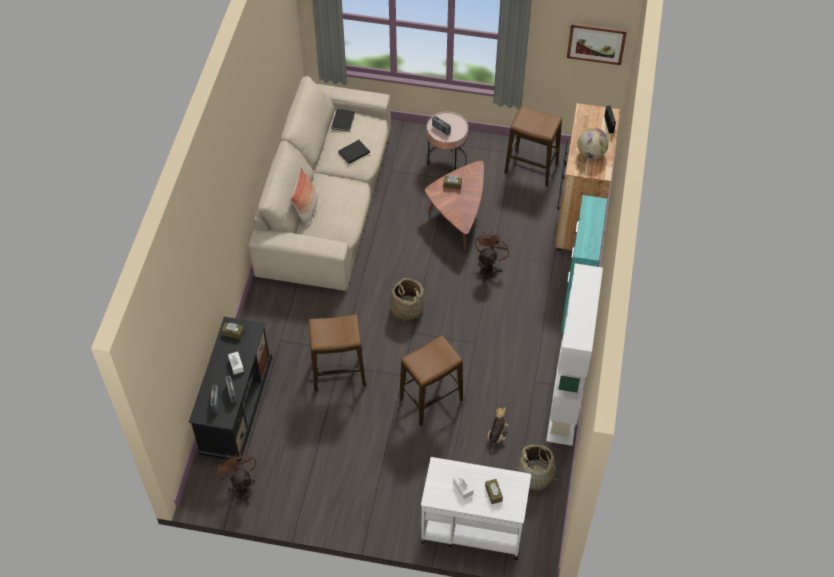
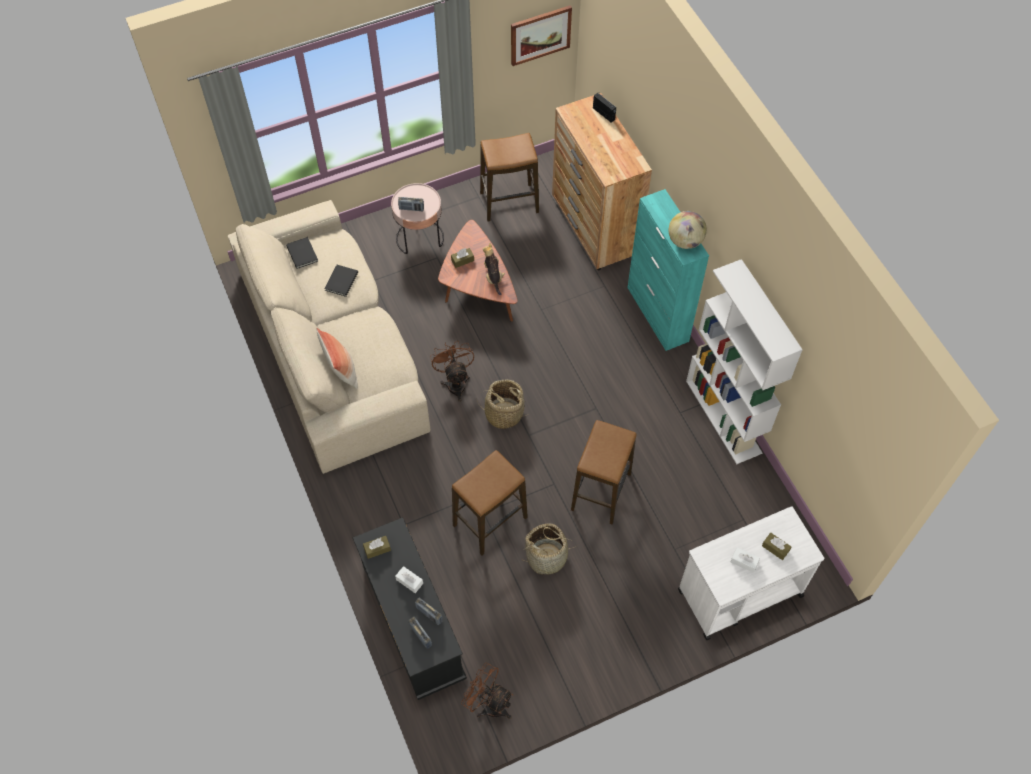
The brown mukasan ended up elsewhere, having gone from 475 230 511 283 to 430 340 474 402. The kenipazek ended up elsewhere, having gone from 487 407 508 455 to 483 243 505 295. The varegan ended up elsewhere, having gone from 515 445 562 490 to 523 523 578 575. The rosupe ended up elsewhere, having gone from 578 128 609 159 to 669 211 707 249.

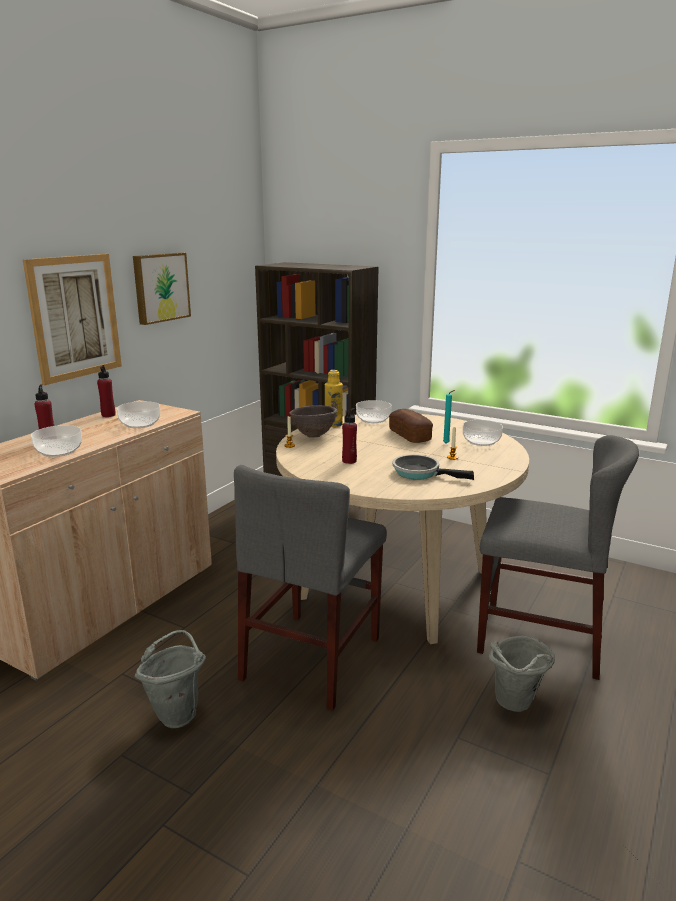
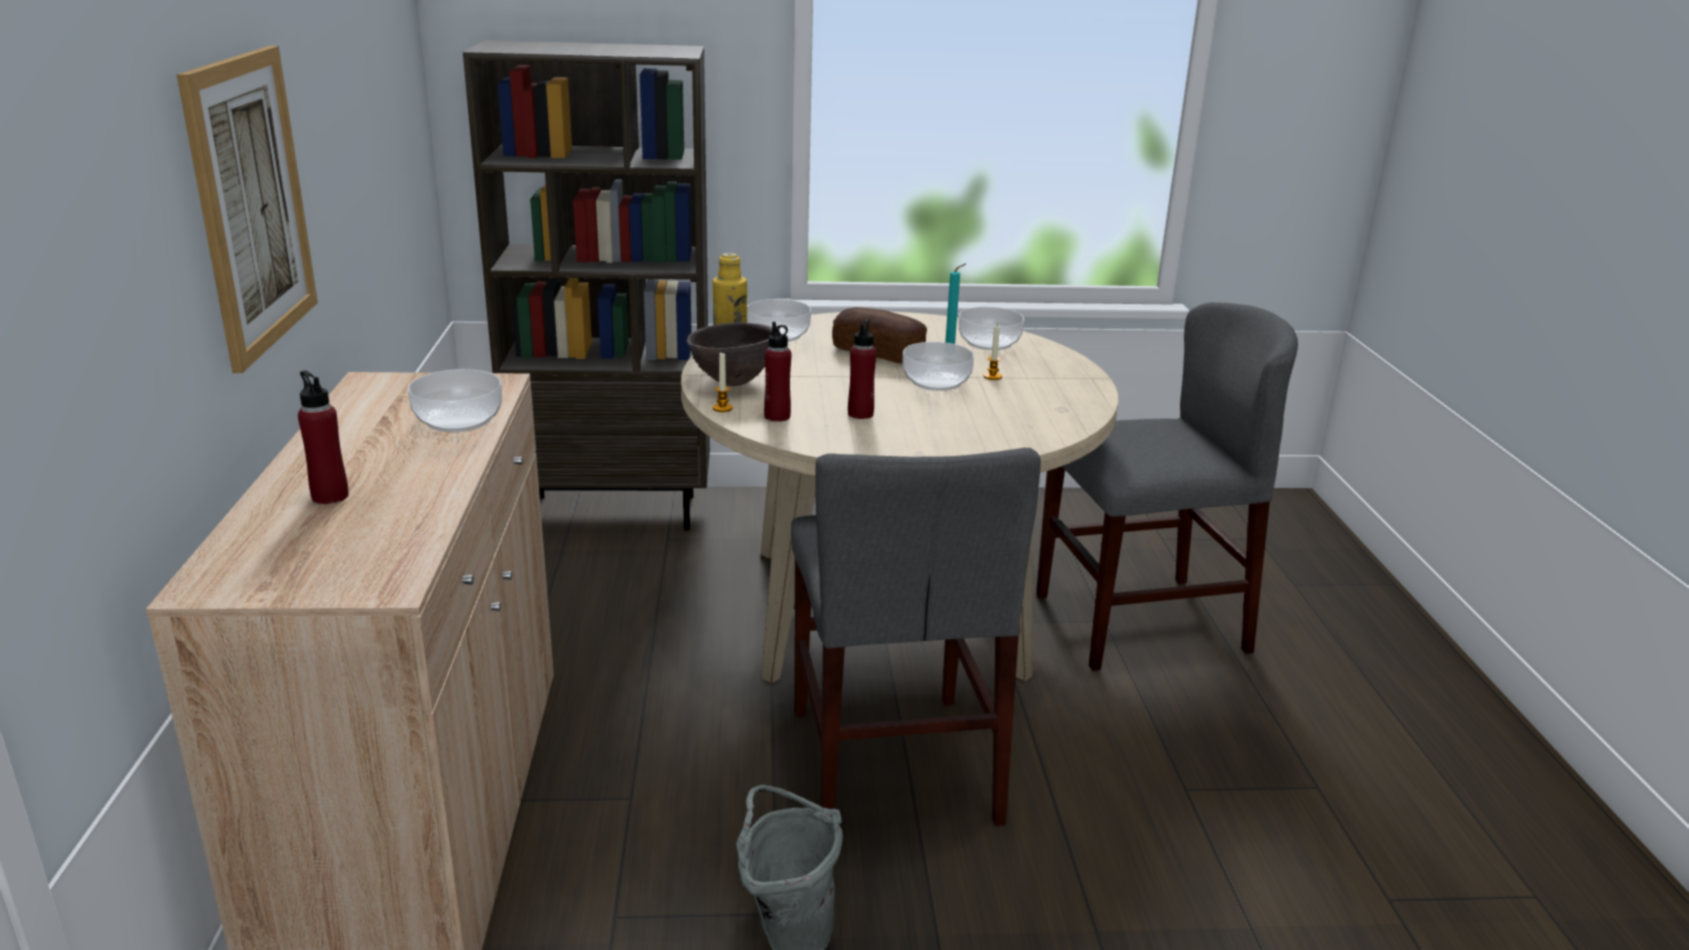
The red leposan ended up elsewhere, having gone from 97 365 116 417 to 764 322 791 422. The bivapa ended up elsewhere, having gone from 31 425 82 457 to 903 342 974 391. The second view lost the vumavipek at 133 252 191 325. The second view lost the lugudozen at 393 454 474 480. The second view lost the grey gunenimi at 489 636 555 712.

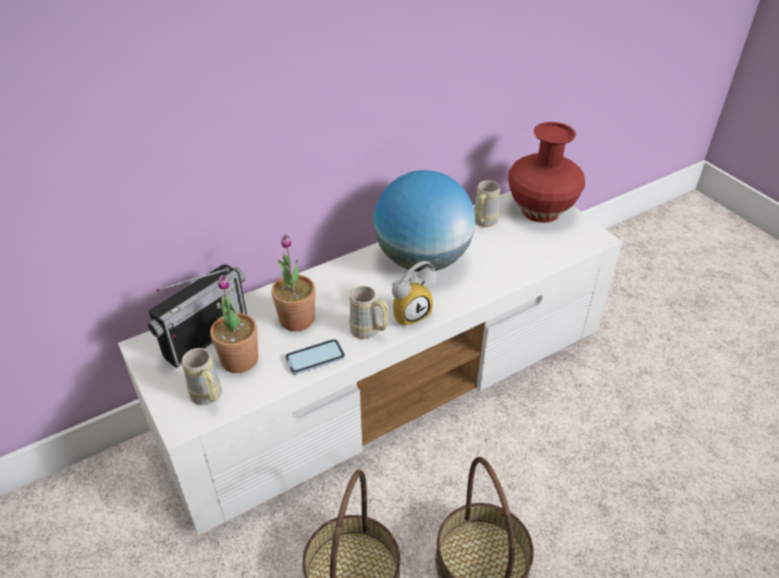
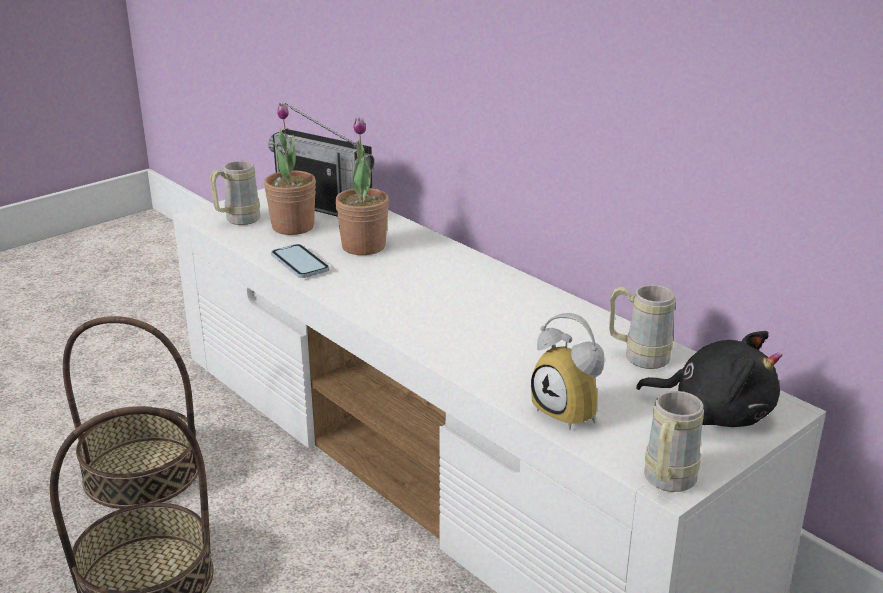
The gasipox ended up elsewhere, having gone from 392 261 438 328 to 531 313 605 430. Where the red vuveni stood at 508 122 585 223, the black kenipazek came to stand at 636 331 782 427. The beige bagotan ended up elsewhere, having gone from 349 286 388 339 to 644 391 704 492. The second view lost the rosupe at 373 170 475 272.

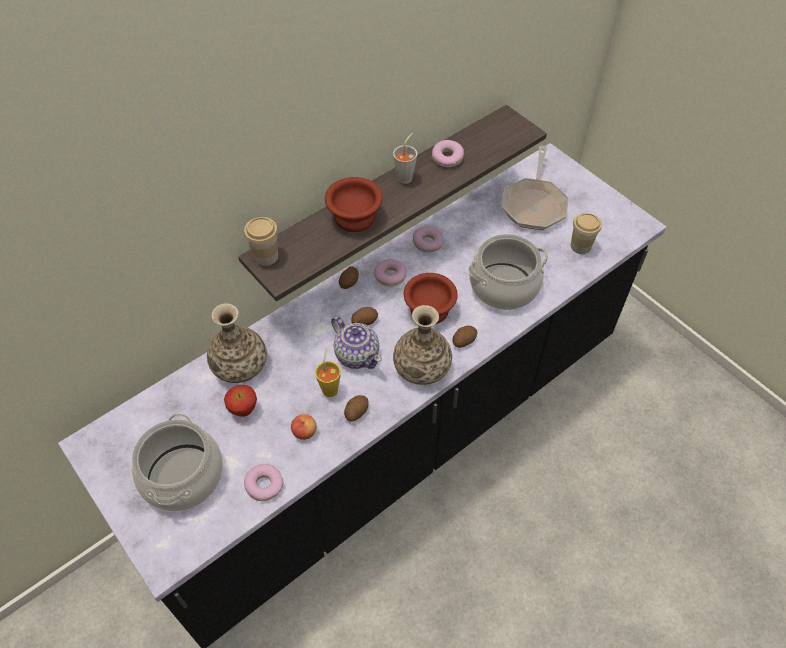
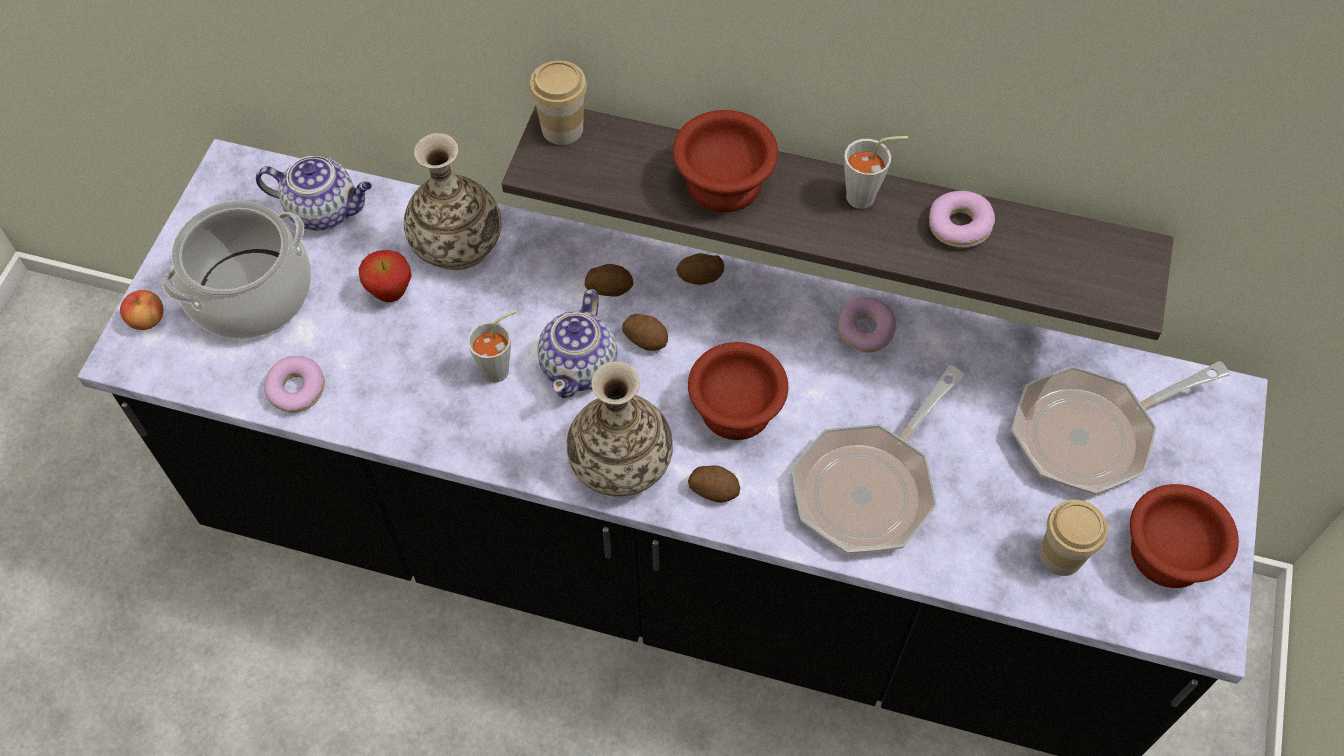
The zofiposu ended up elsewhere, having gone from 291 414 316 440 to 120 290 163 330. The second view gained the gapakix at 256 156 372 230. What was the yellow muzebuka at 315 348 341 397 turned into the grey muzebuka at 467 310 518 383. The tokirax ended up elsewhere, having gone from 344 395 369 422 to 585 264 633 297. Where the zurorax stood at 468 234 548 310, the lugudozen came to stand at 792 365 964 554. The second view gained the brown bivapa at 1130 484 1239 588. The second view lost the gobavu at 374 259 407 286.

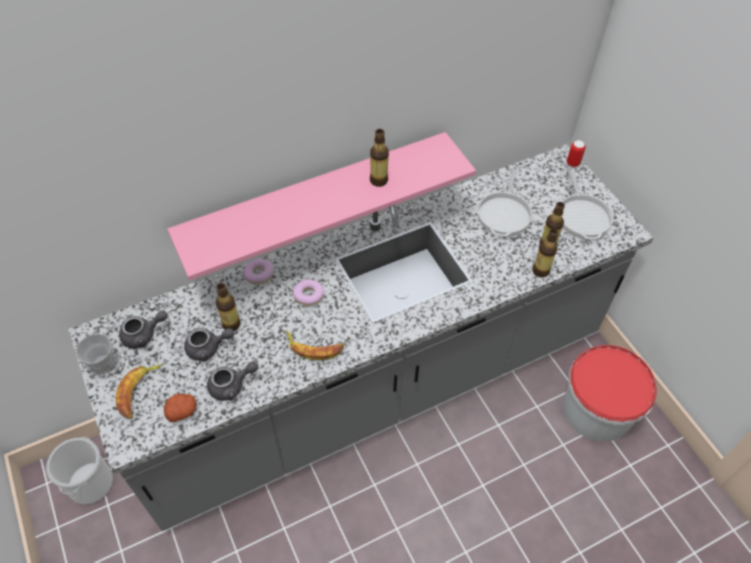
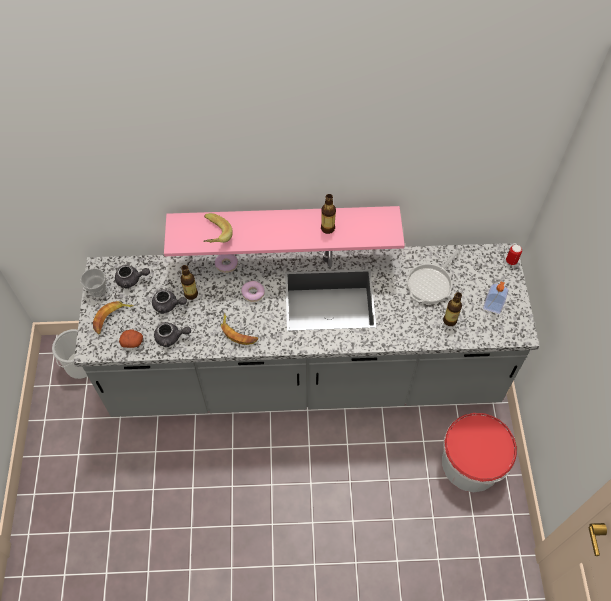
The second view gained the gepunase at 204 213 233 243. Where the lugudozen stood at 562 167 614 239, the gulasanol came to stand at 483 281 508 314. The second view lost the leposan at 533 228 558 277.

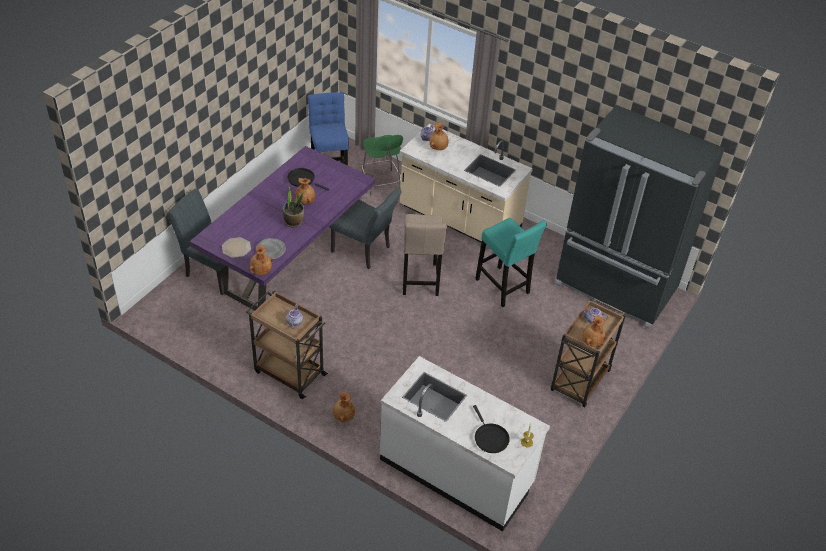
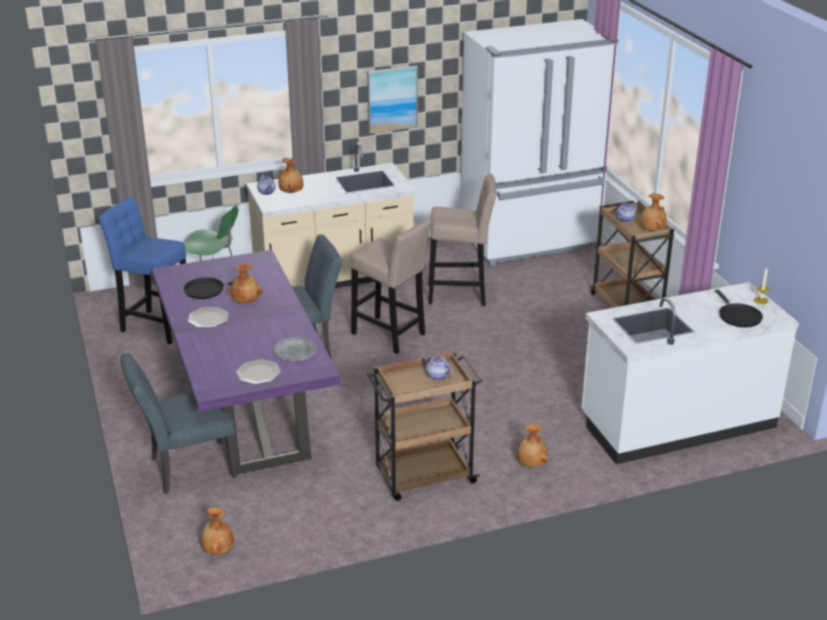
The second view gained the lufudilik at 188 307 229 328. The brown vuveni ended up elsewhere, having gone from 249 245 273 275 to 201 507 234 555. The second view gained the vumavipek at 367 66 418 134. What was the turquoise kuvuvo at 475 218 547 307 turned into the beige kuvuvo at 428 173 497 306. What was the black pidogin at 555 105 725 329 turned into the white pidogin at 460 19 619 267. The black lugudozen at 473 405 510 453 ended up facing another way, 60 degrees clockwise from before. The second view lost the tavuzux at 283 187 304 227.

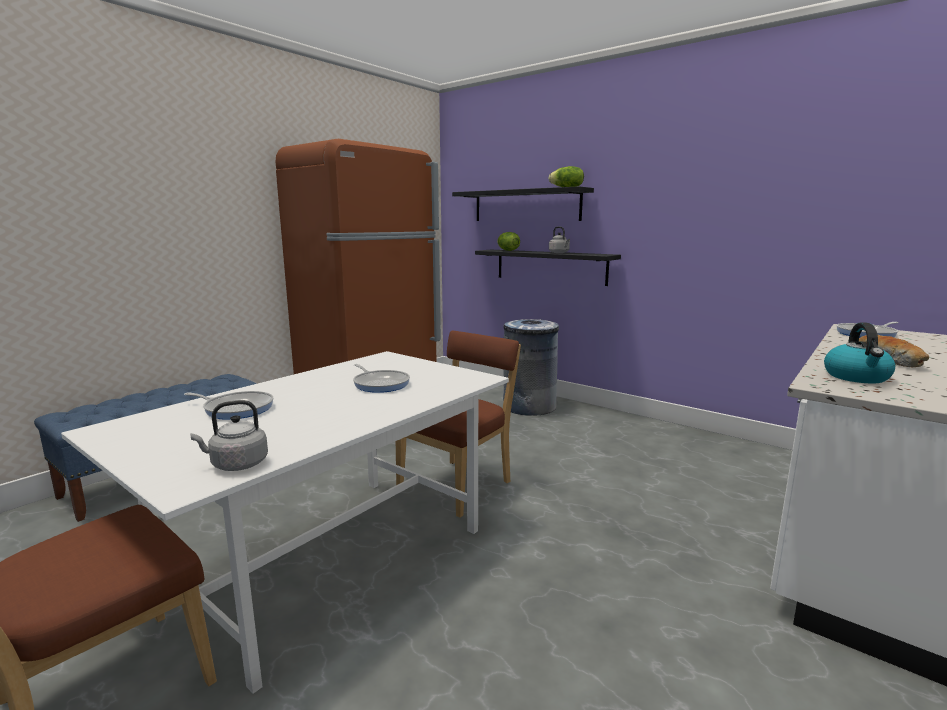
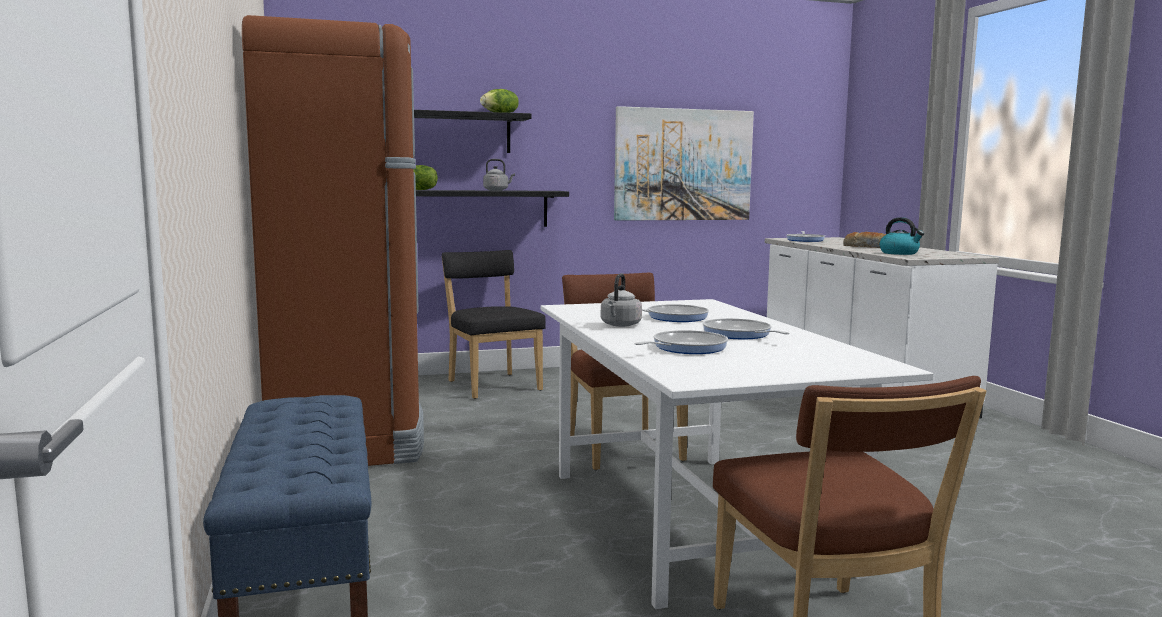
Where the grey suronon stood at 503 319 559 416, the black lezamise came to stand at 442 250 546 399. The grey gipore ended up elsewhere, having gone from 190 400 268 471 to 601 273 642 327. The second view gained the vumavipek at 614 106 754 221. The second view gained the lugudozen at 703 318 790 339.

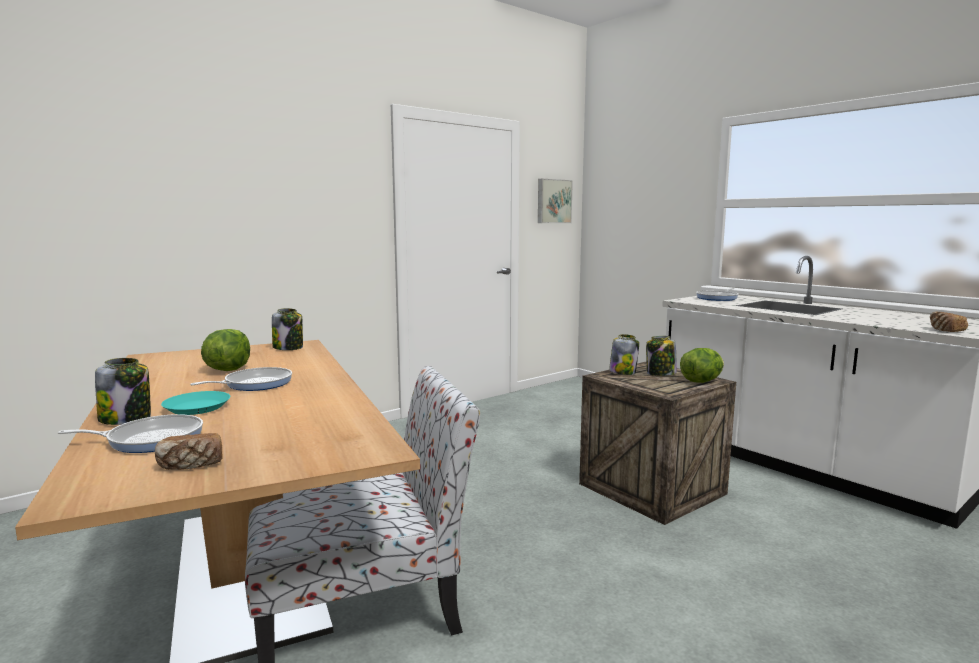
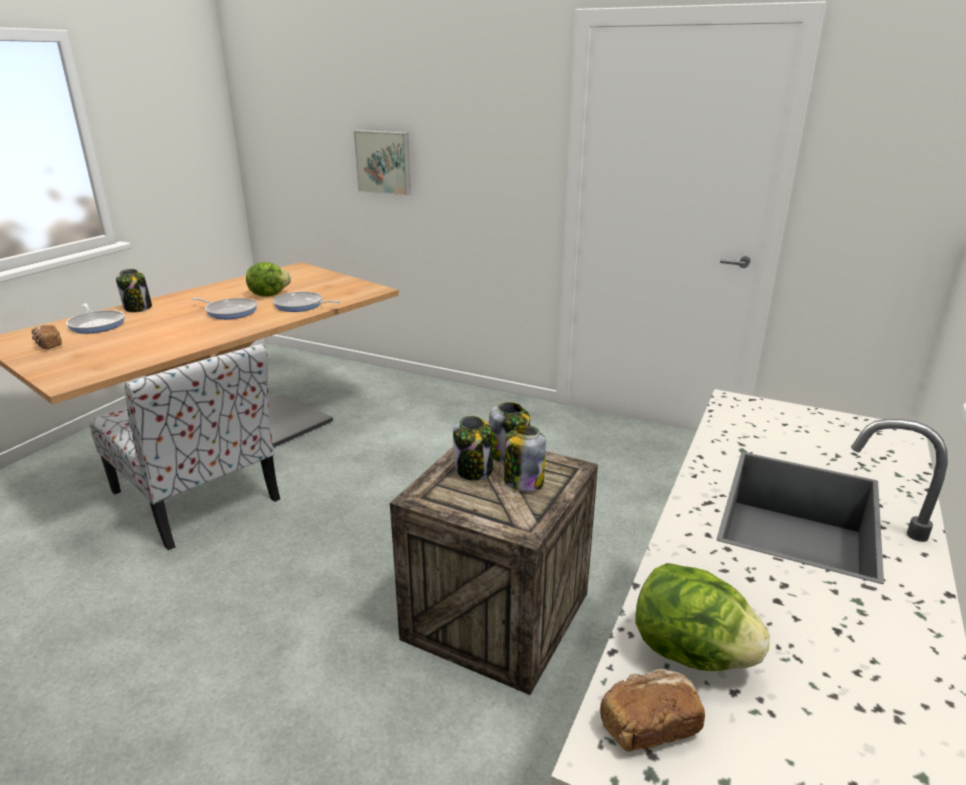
The lugudozen ended up elsewhere, having gone from 696 288 739 301 to 273 292 341 312. The vumavipek ended up elsewhere, having gone from 538 179 573 223 to 354 130 411 196. The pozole ended up elsewhere, having gone from 272 308 303 350 to 453 416 493 481. The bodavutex ended up elsewhere, having gone from 680 348 724 383 to 635 563 770 671. The second view lost the turquoise lufudilik at 161 391 230 415.

